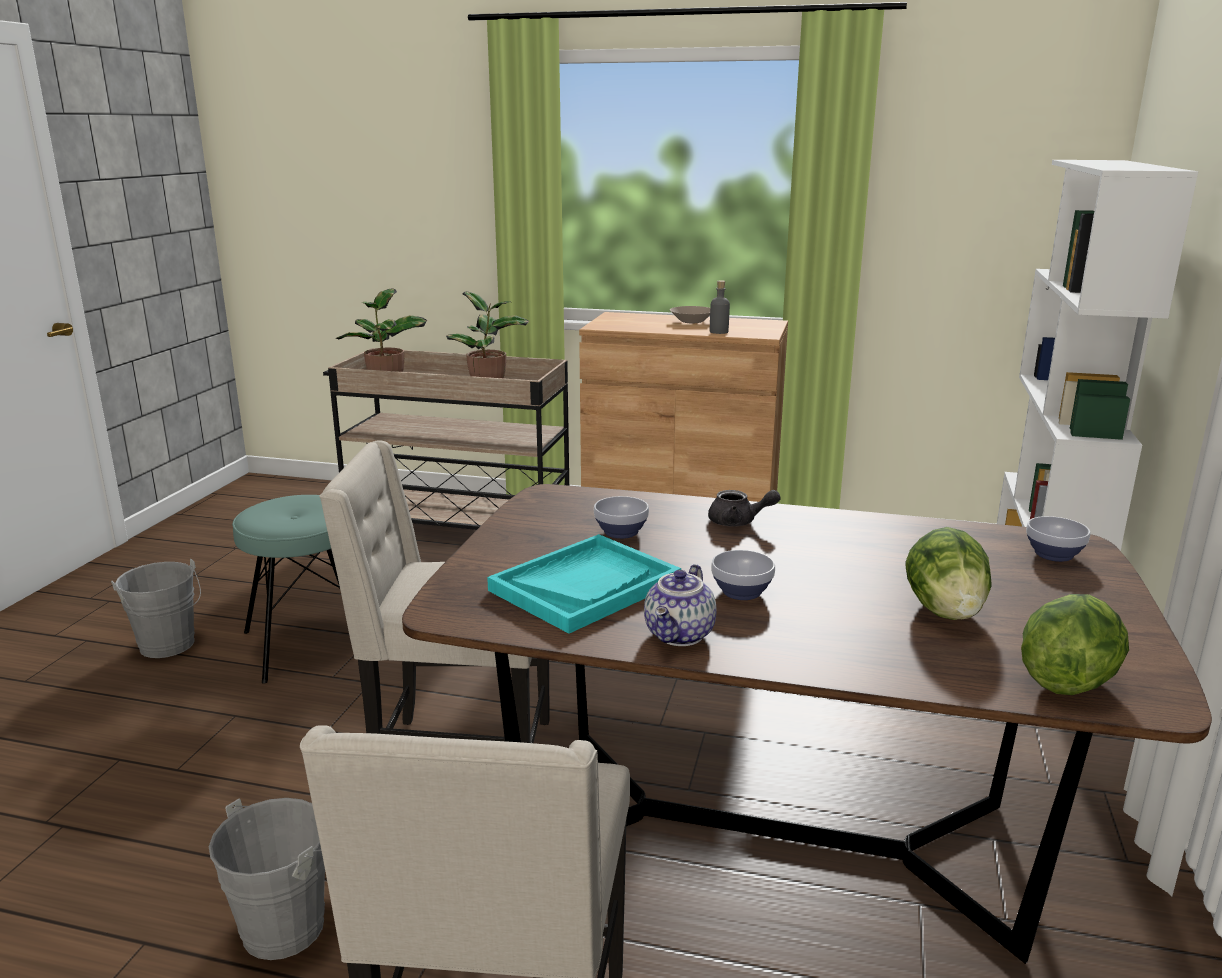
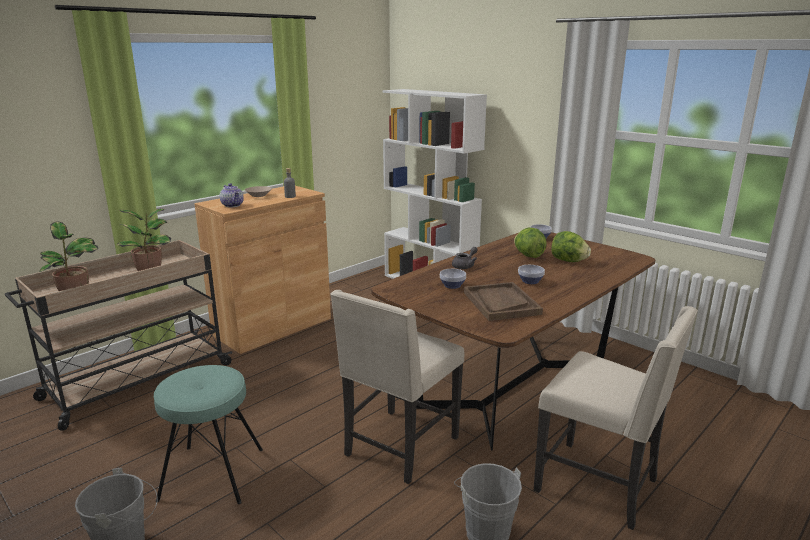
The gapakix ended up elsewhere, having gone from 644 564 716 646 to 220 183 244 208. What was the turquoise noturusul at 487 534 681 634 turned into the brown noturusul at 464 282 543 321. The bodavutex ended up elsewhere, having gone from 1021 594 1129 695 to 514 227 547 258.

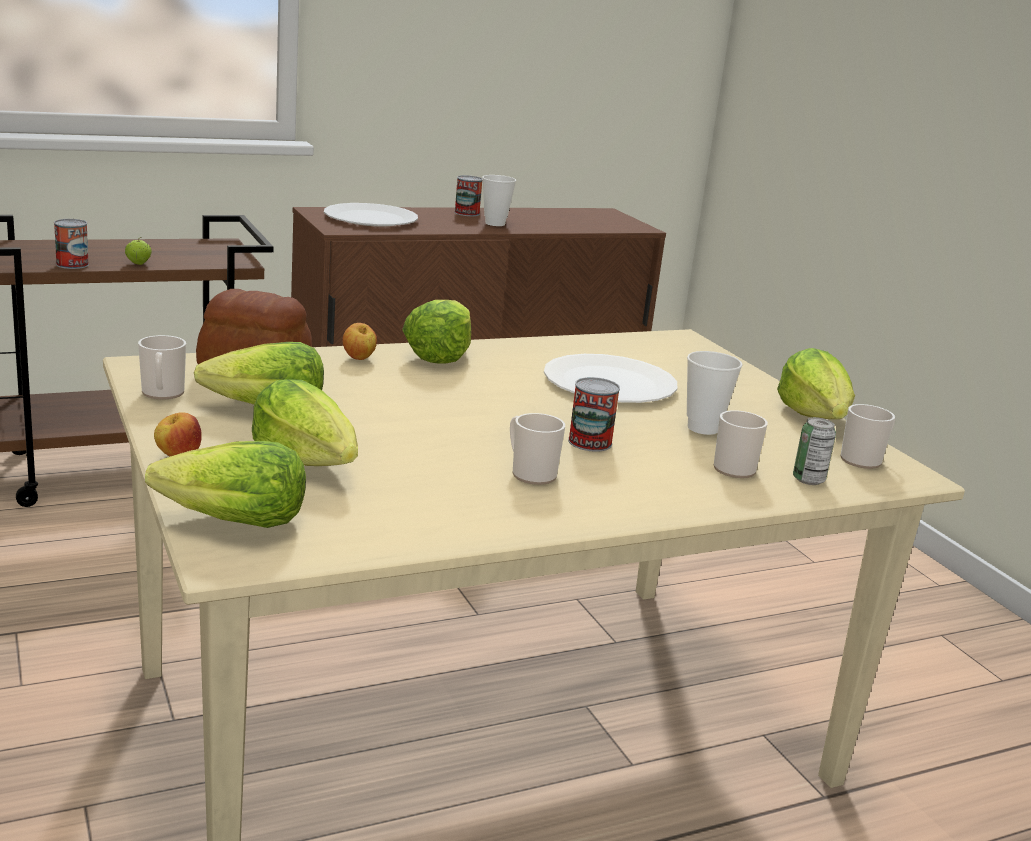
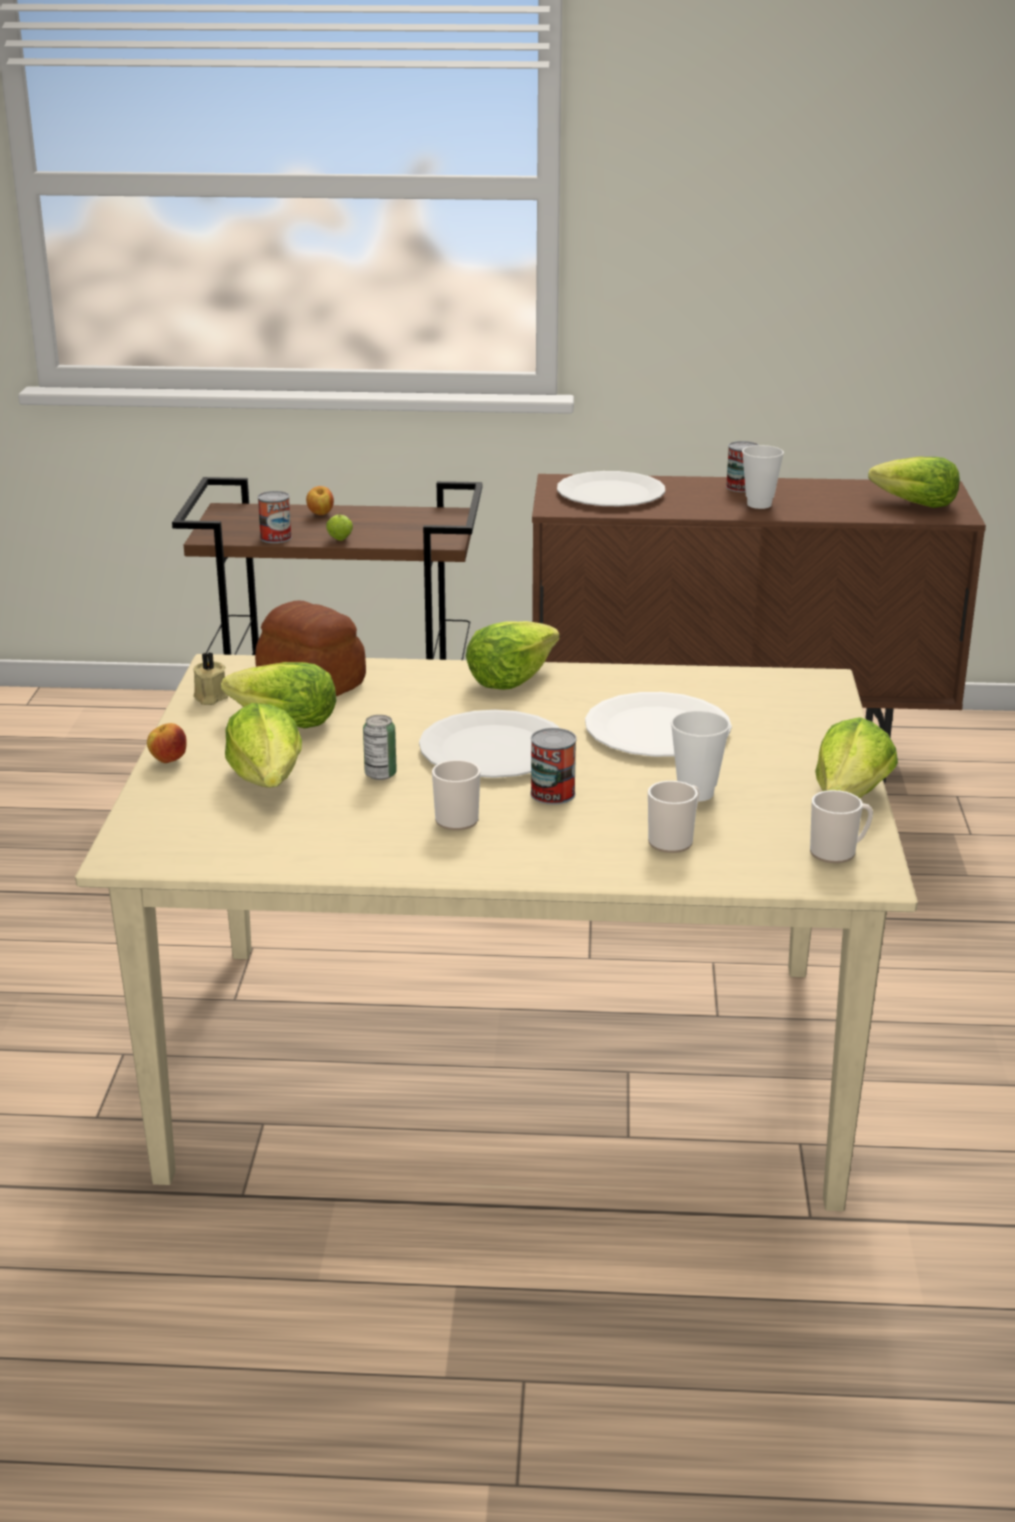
Where the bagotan stood at 138 335 186 399, the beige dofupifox came to stand at 193 652 228 705. The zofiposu ended up elsewhere, having gone from 343 323 377 360 to 306 486 334 515. The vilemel ended up elsewhere, having gone from 793 417 836 485 to 363 715 397 780. The second view gained the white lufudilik at 419 710 560 778. The bodavutex ended up elsewhere, having gone from 145 441 306 528 to 868 457 960 508.

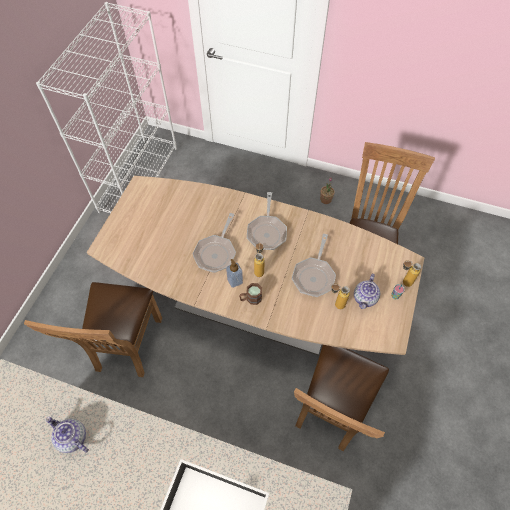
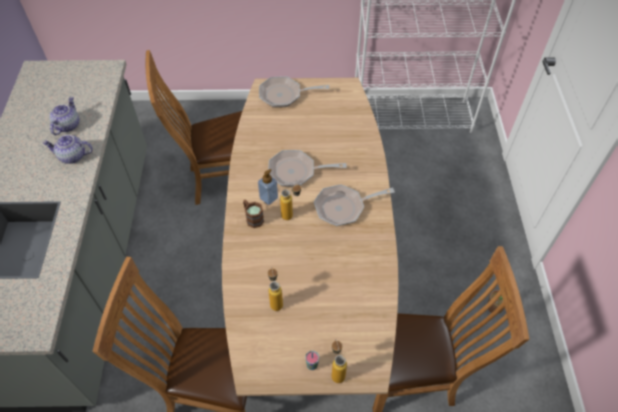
The gapakix ended up elsewhere, having gone from 354 274 380 309 to 42 135 93 164. The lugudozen ended up elsewhere, having gone from 292 234 336 297 to 259 76 329 108.

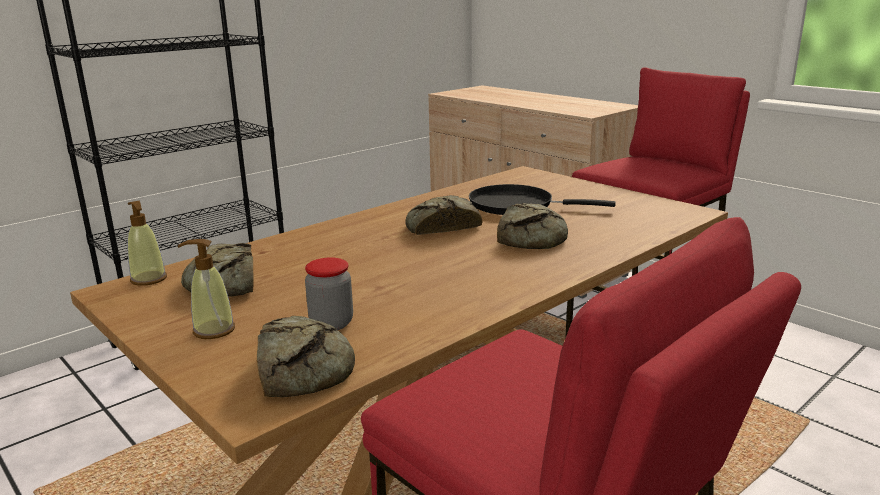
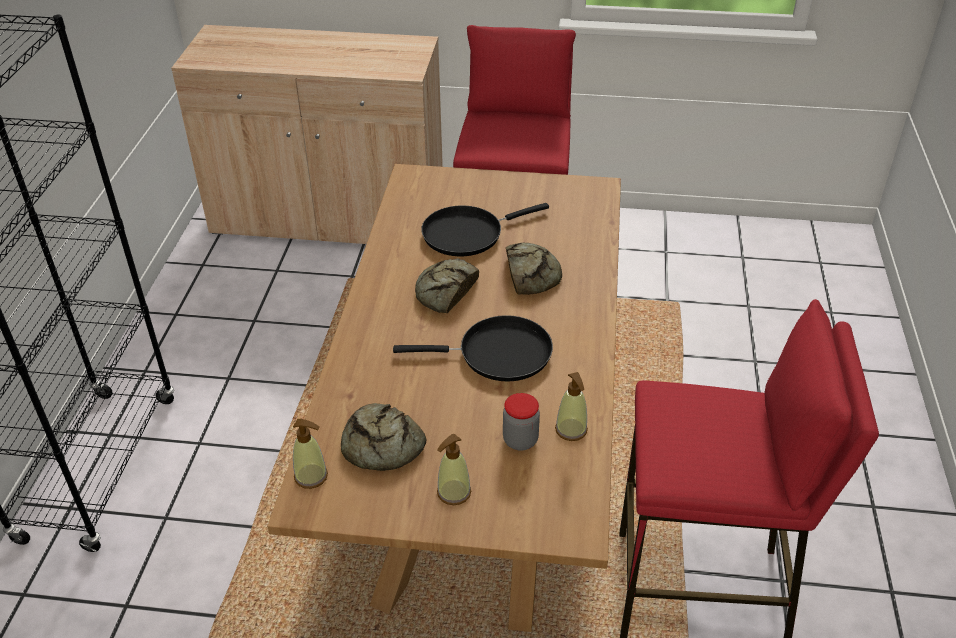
The second view gained the black lugudozen at 393 315 553 382. The second view gained the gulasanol at 555 372 588 441. The second view lost the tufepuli at 257 316 355 397.

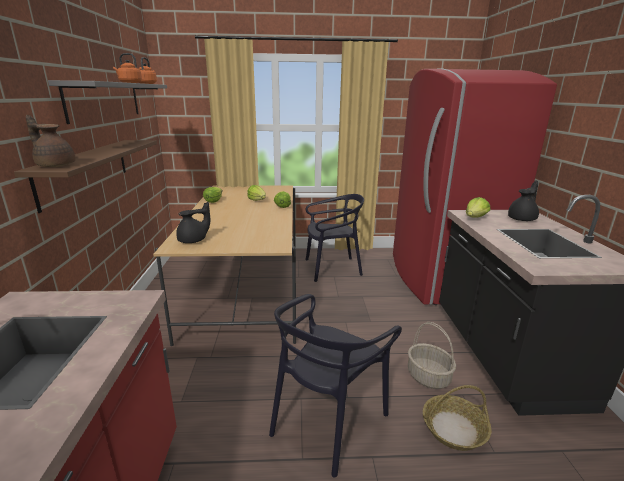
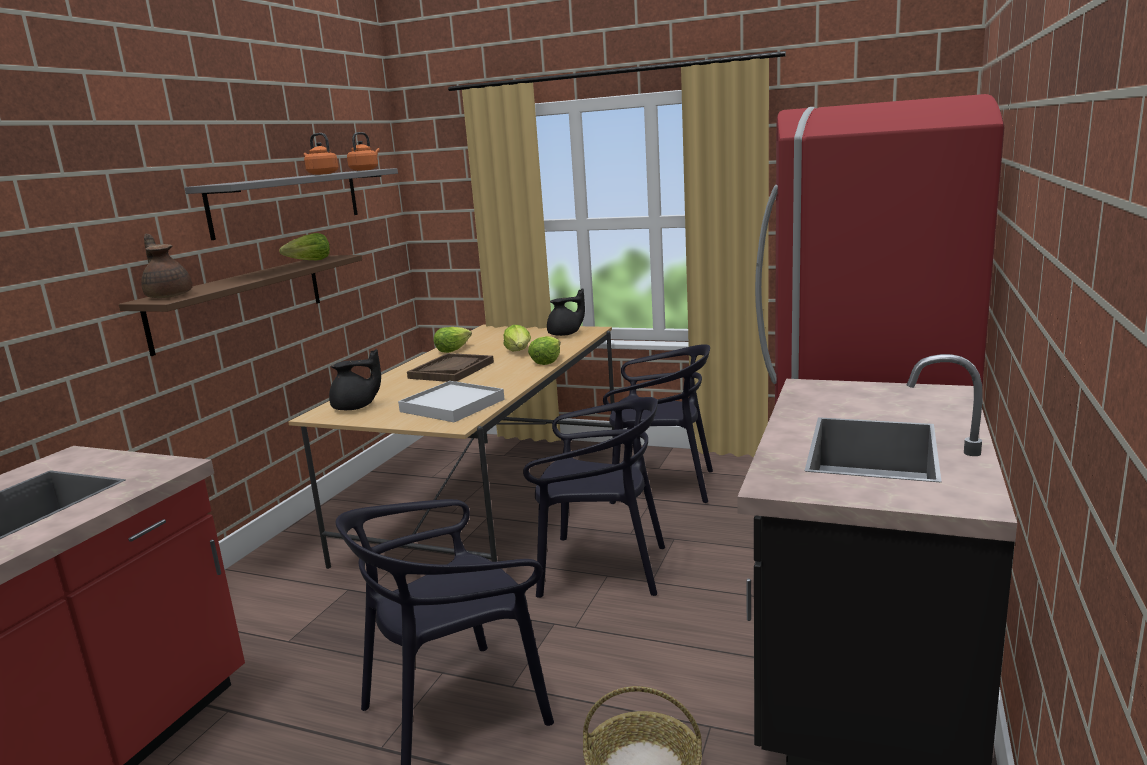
The bodavutex ended up elsewhere, having gone from 466 197 491 218 to 279 233 330 260. The second view gained the white noturusul at 398 381 505 422. The second view gained the brown noturusul at 407 353 494 382. The second view gained the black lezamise at 523 397 665 598. The black gapakix ended up elsewhere, having gone from 508 181 539 221 to 547 288 585 336. The second view lost the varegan at 408 322 456 389.

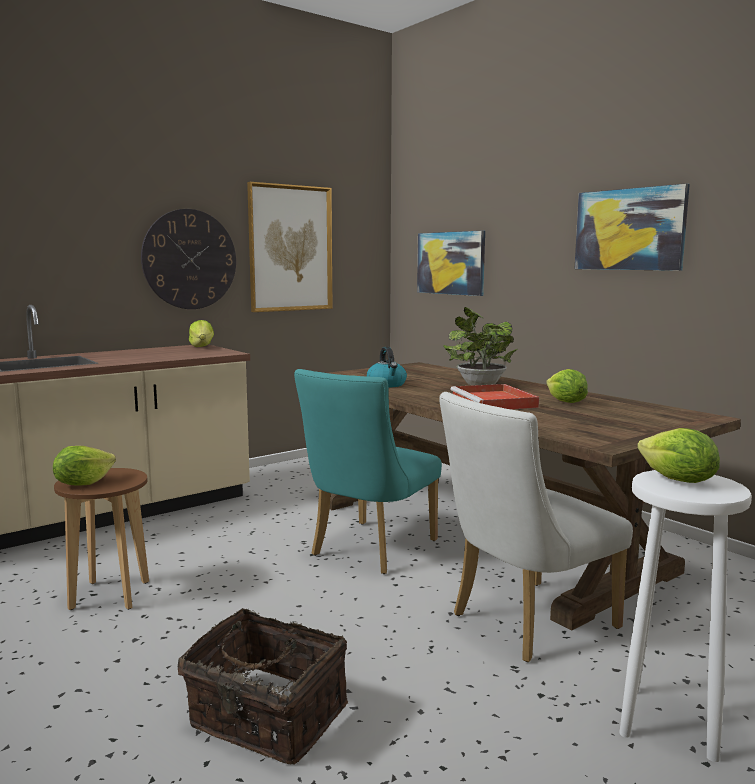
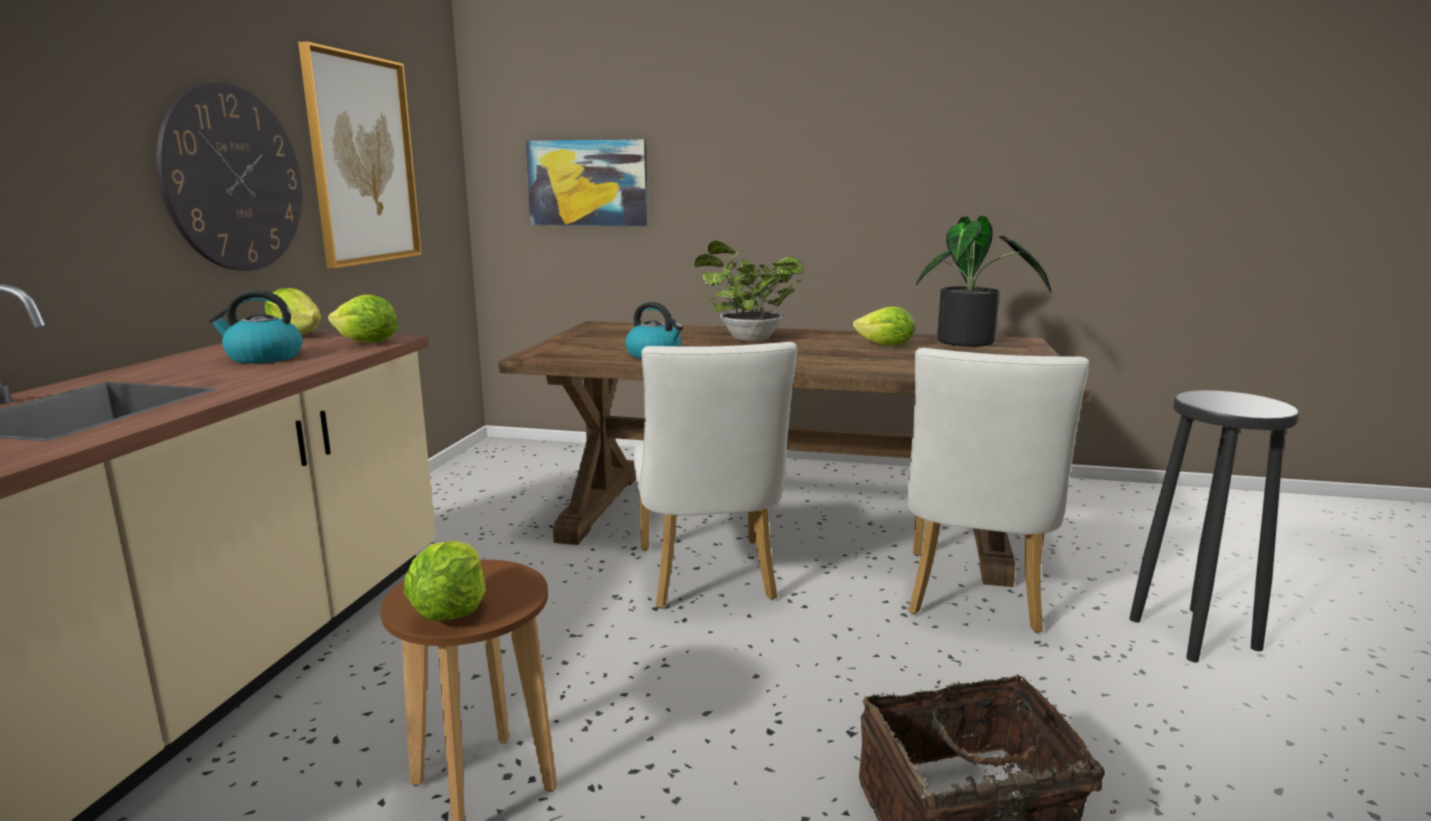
The second view gained the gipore at 209 290 303 364. The bodavutex ended up elsewhere, having gone from 637 428 720 483 to 328 295 398 342. What was the turquoise lezamise at 294 369 442 574 turned into the white lezamise at 634 342 797 608. The second view gained the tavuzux at 916 216 1051 347. What was the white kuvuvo at 619 470 752 762 turned into the black kuvuvo at 1129 390 1299 662. The second view lost the red noturusul at 450 384 539 409. The second view lost the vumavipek at 575 184 690 271.

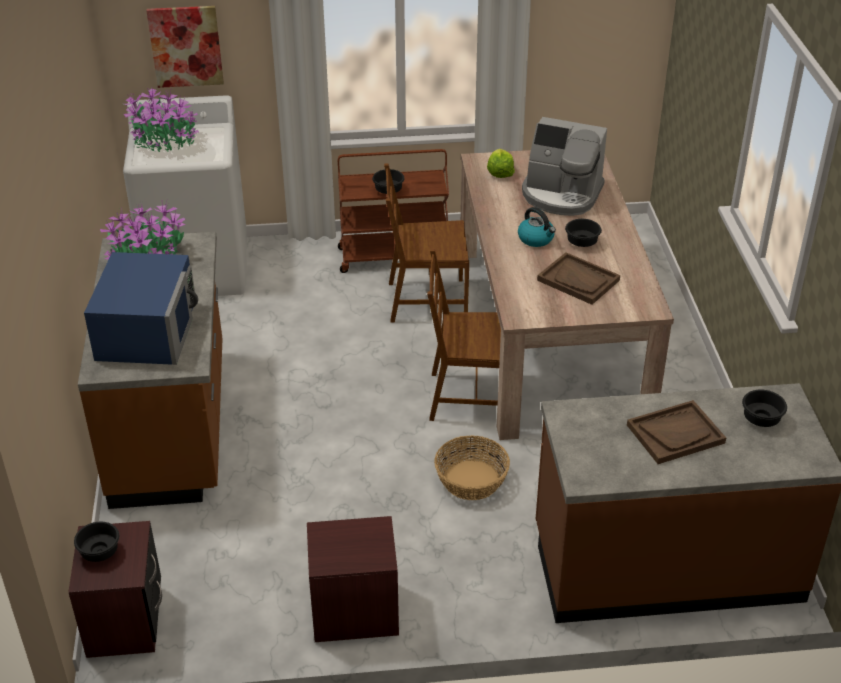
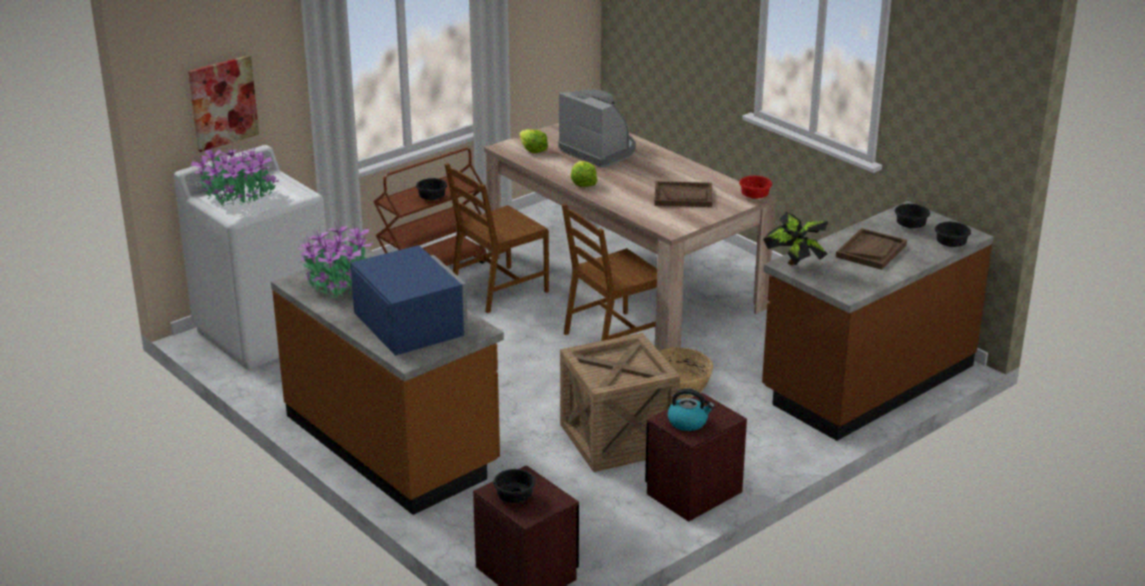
The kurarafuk at 522 117 607 216 ended up facing another way, 120 degrees counterclockwise from before. The second view gained the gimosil at 560 333 680 472. The second view gained the bodavutex at 571 161 598 187. The gipore ended up elsewhere, having gone from 518 207 556 247 to 668 389 715 431. The second view gained the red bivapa at 739 176 772 199. The second view gained the tavuzux at 763 212 828 265. The black bivapa ended up elsewhere, having gone from 565 219 602 247 to 935 222 971 247.

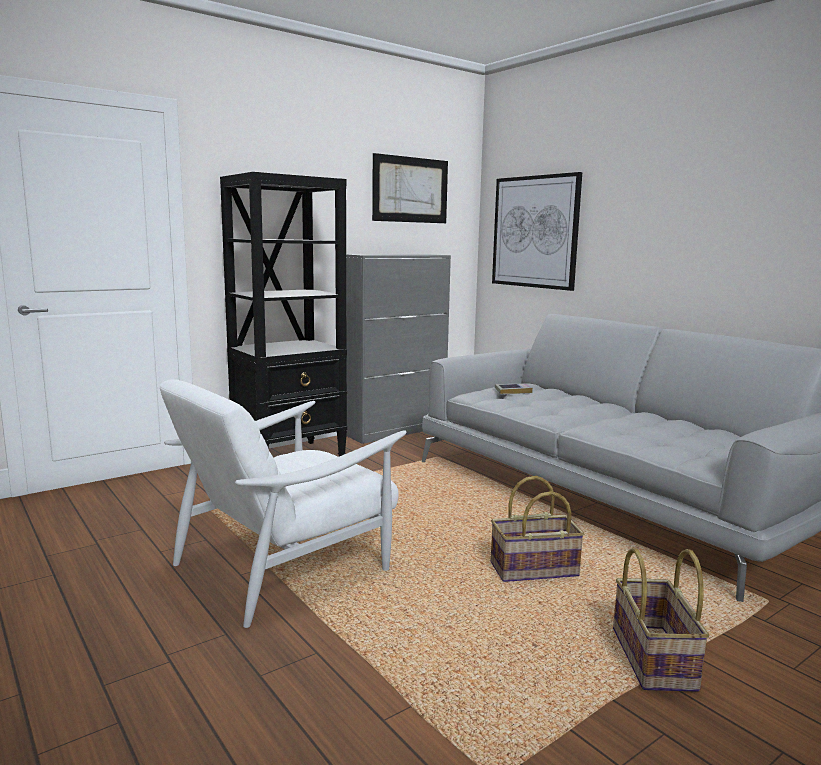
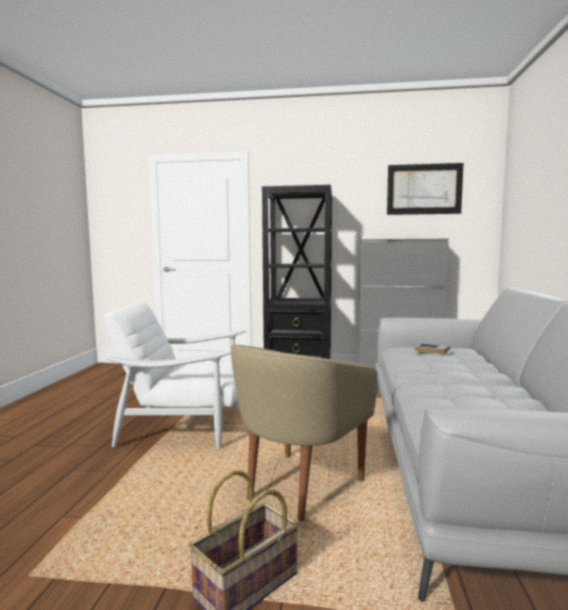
Where the varegan stood at 491 476 584 582, the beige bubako came to stand at 231 344 378 521. The second view lost the vumavipek at 492 172 582 291.

